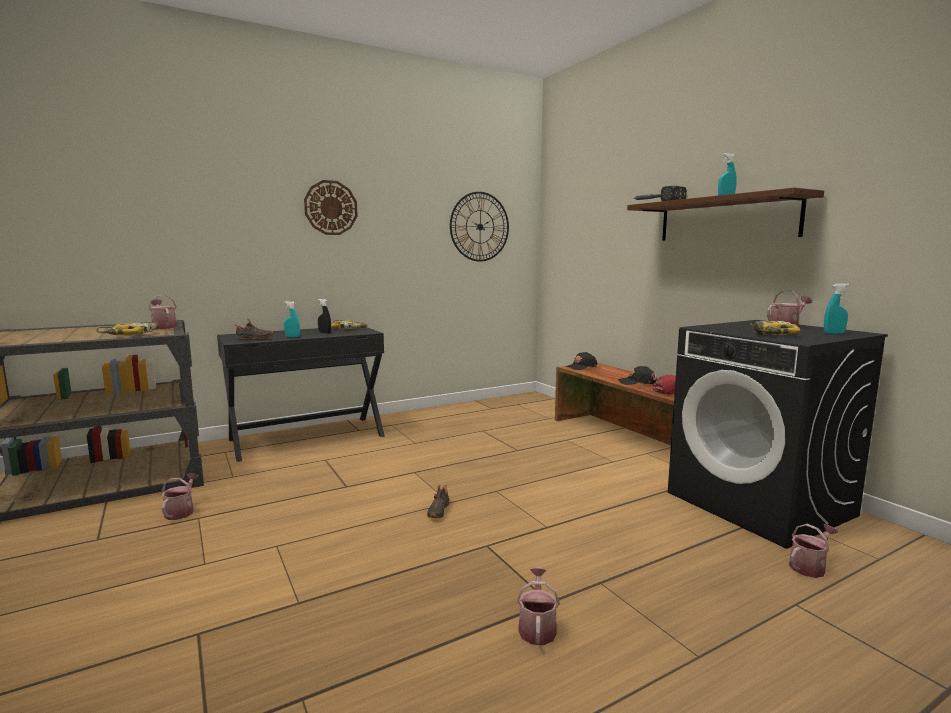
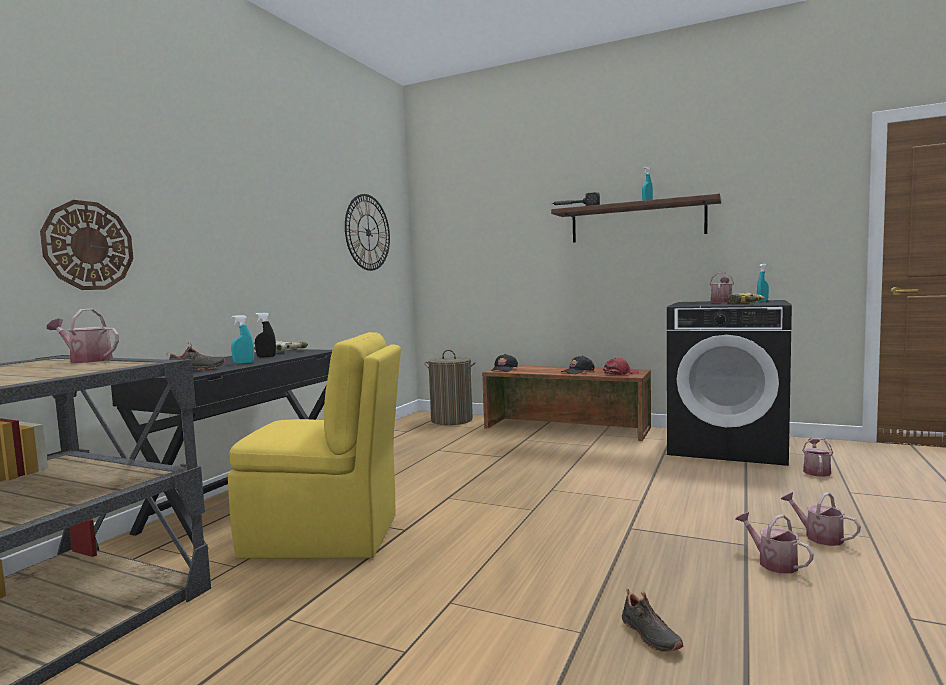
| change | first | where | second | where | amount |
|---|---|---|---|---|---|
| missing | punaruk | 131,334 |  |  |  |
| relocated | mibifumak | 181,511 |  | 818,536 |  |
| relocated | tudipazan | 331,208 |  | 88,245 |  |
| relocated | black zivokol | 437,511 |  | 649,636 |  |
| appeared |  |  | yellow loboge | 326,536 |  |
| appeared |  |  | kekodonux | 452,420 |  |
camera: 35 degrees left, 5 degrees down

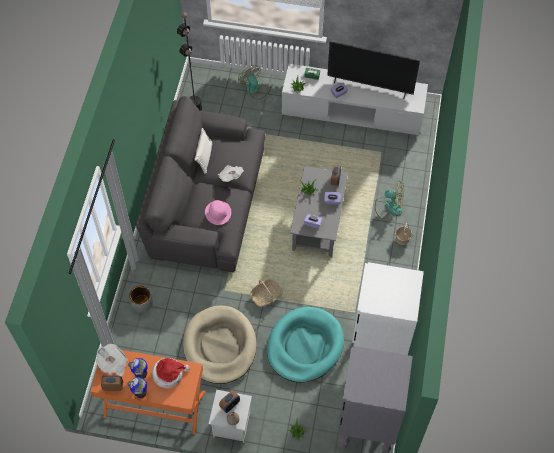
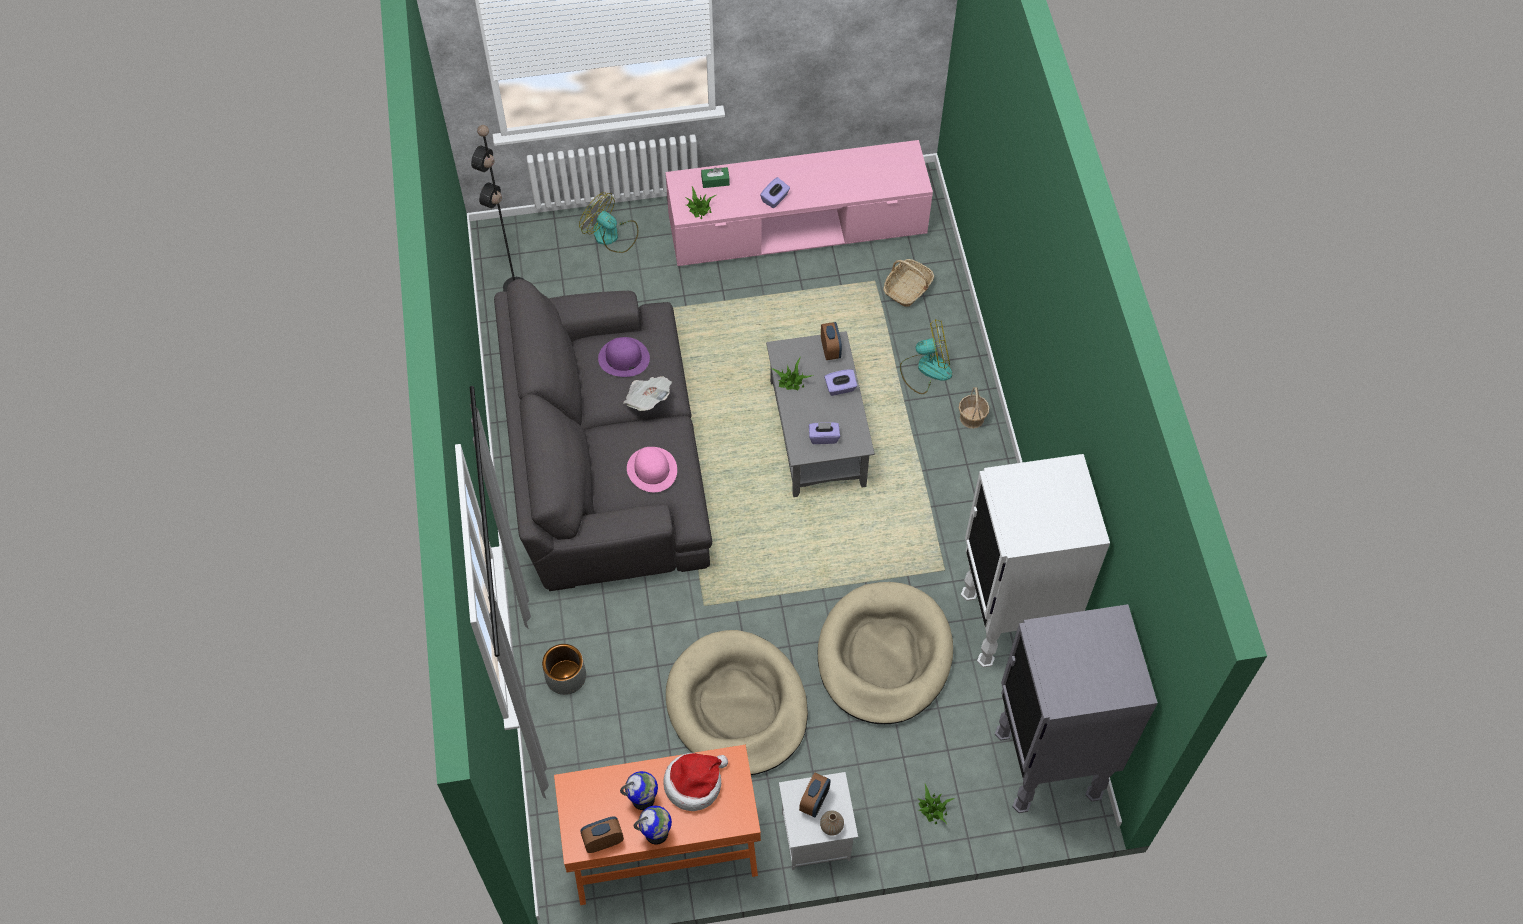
| change | first | where | second | where | amount |
|---|---|---|---|---|---|
| missing | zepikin | 113,364 |  |  |  |
| missing | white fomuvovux | 204,157 |  |  |  |
| relocated | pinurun | 266,296 |  | 907,288 |  |
| colour | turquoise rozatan | 305,346 | beige rozatan | 884,656 |  |
| colour | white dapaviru | 352,112 | pink dapaviru | 797,226 |  |
| missing | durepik | 370,87 |  |  |  |
| appeared |  |  | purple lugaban | 623,358 |  |
camera: 20 degrees left, 0 degrees up

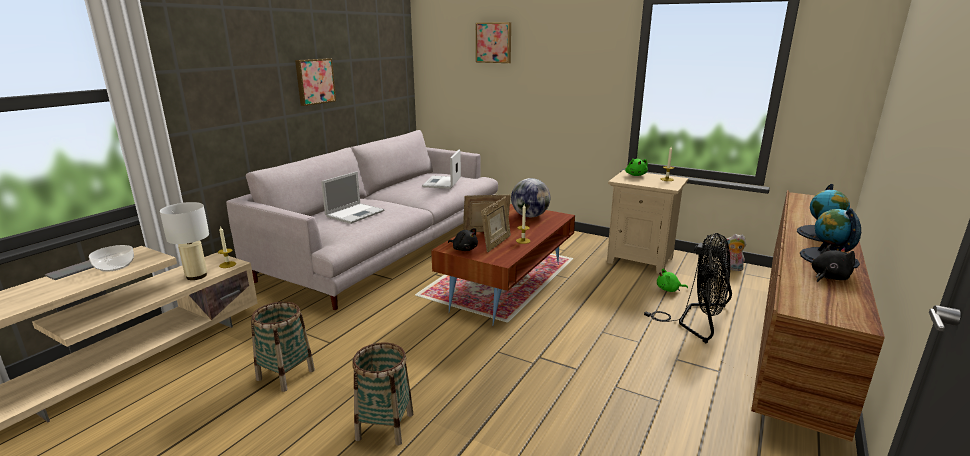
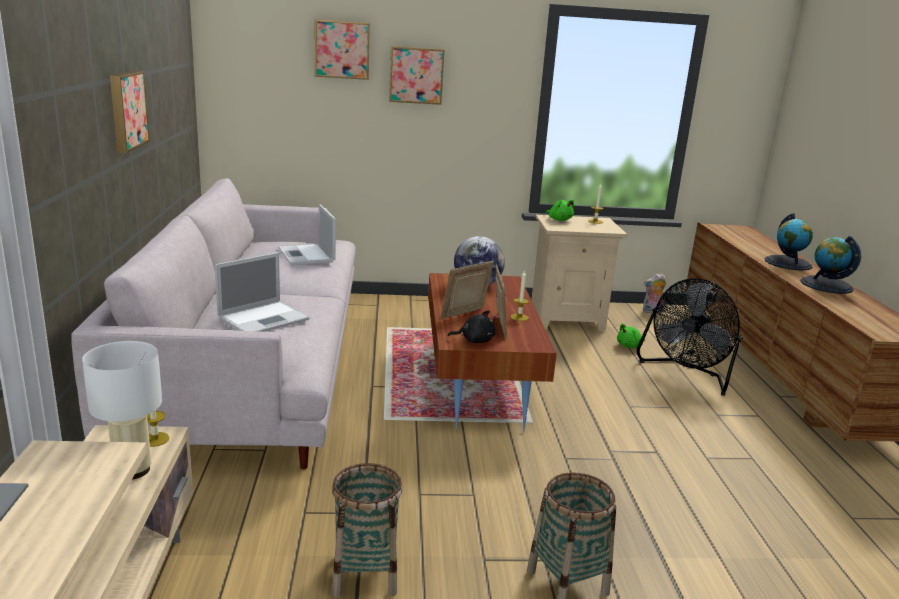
| change | first | where | second | where | amount |
|---|---|---|---|---|---|
| missing | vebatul | 115,266 |  |  |  |
| spun | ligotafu | 355,213 |  | 265,318 | 45 degrees clockwise |
| spun | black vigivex | 696,319 |  | 686,371 | 135 degrees clockwise |
| missing | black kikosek | 828,277 |  |  |  |
| appeared |  |  | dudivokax | 416,75 |  |
camera: 35 degrees left, 0 degrees up

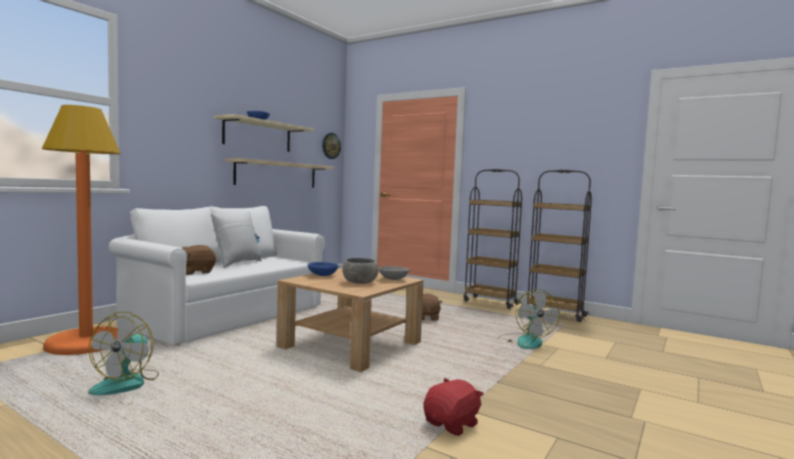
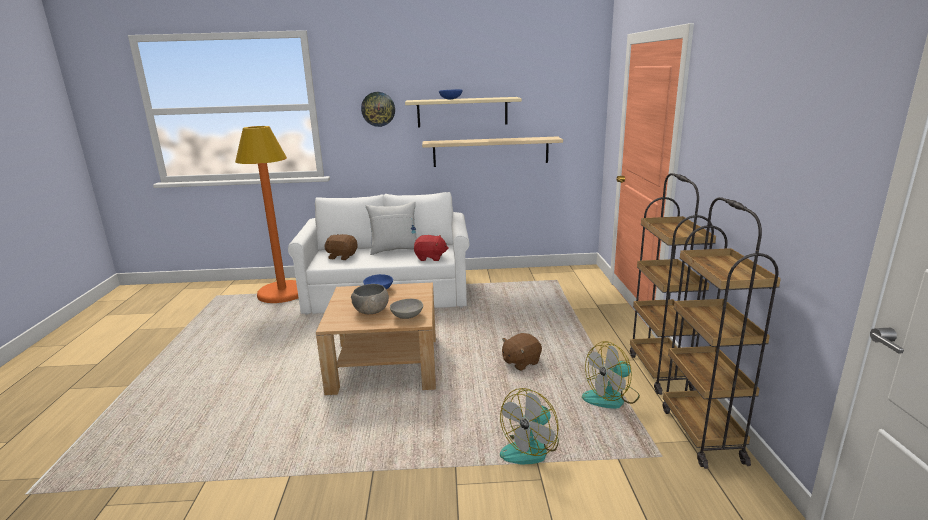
| change | first | where | second | where | amount |
|---|---|---|---|---|---|
| relocated | vigivex | 127,383 |  | 611,397 |  |
| relocated | tudipazan | 331,146 |  | 378,109 |  |
| relocated | red kikosek | 452,424 |  | 430,258 |  |
camera: 55 degrees right, 15 degrees up

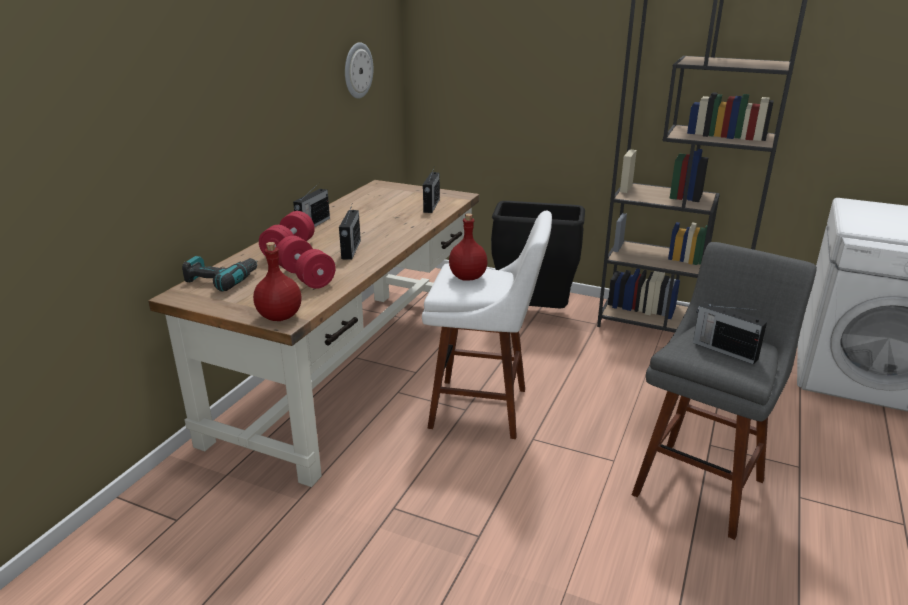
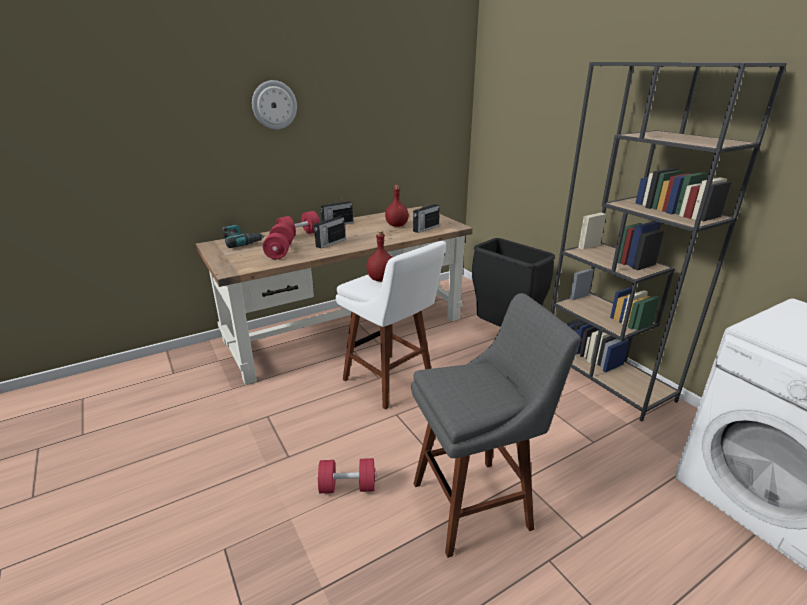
| change | first | where | second | where | amount |
|---|---|---|---|---|---|
| relocated | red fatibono | 279,316 |  | 396,225 |  |
| relocated | tudipazan | 357,70 |  | 274,105 |  |
| missing | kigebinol | 723,350 |  |  |  |
| appeared |  |  | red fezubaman | 347,486 |  |
camera: 35 degrees right, 0 degrees up

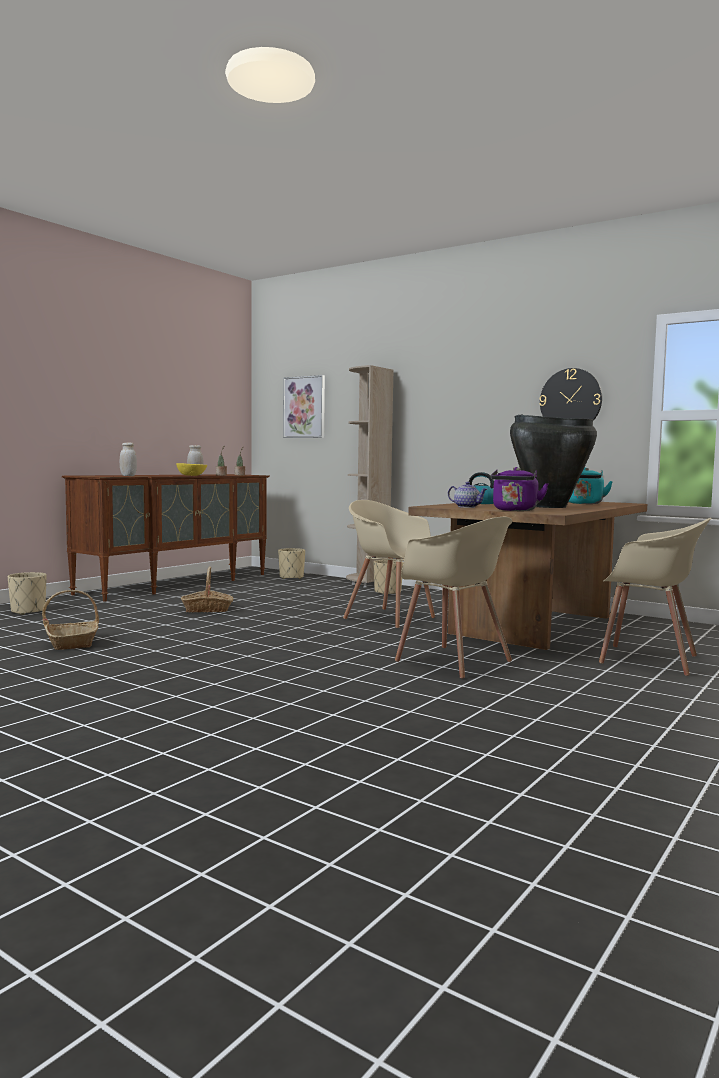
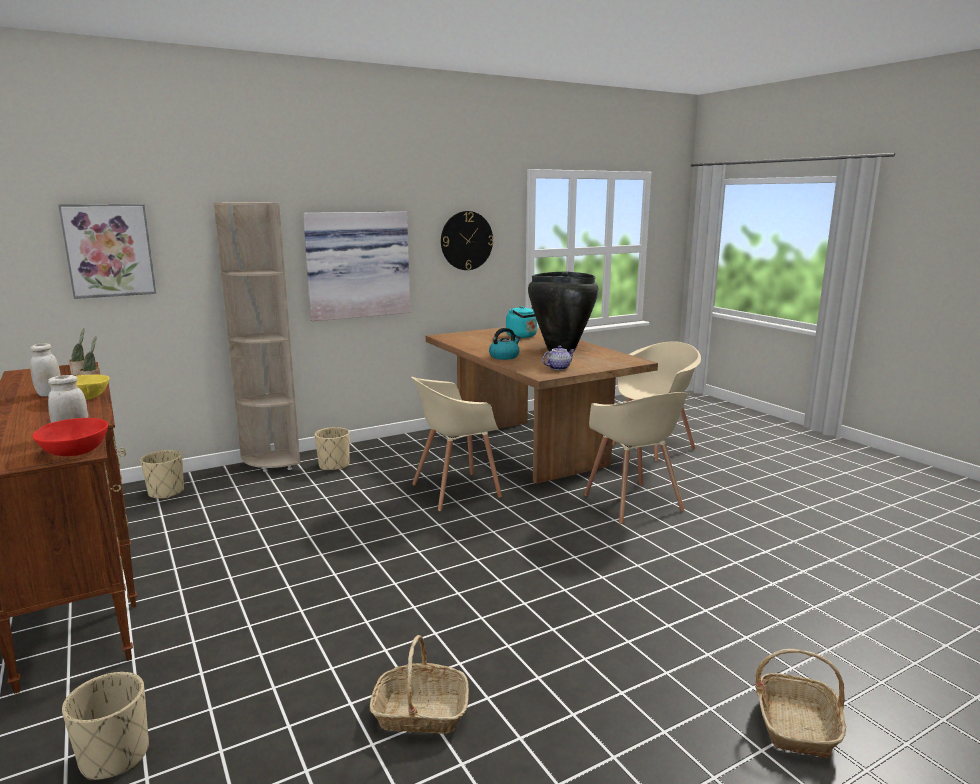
| change | first | where | second | where | amount |
|---|---|---|---|---|---|
| relocated | pinurun | 207,609 |  | 796,725 |  |
| spun | beige loboge | 454,662 |  | 632,504 | 90 degrees clockwise |
| missing | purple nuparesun | 515,510 |  |  |  |
| appeared |  |  | red vebatul | 75,452 |  |
| appeared |  |  | dudivokax | 357,264 |  |
camera: 65 degrees left, 10 degrees up

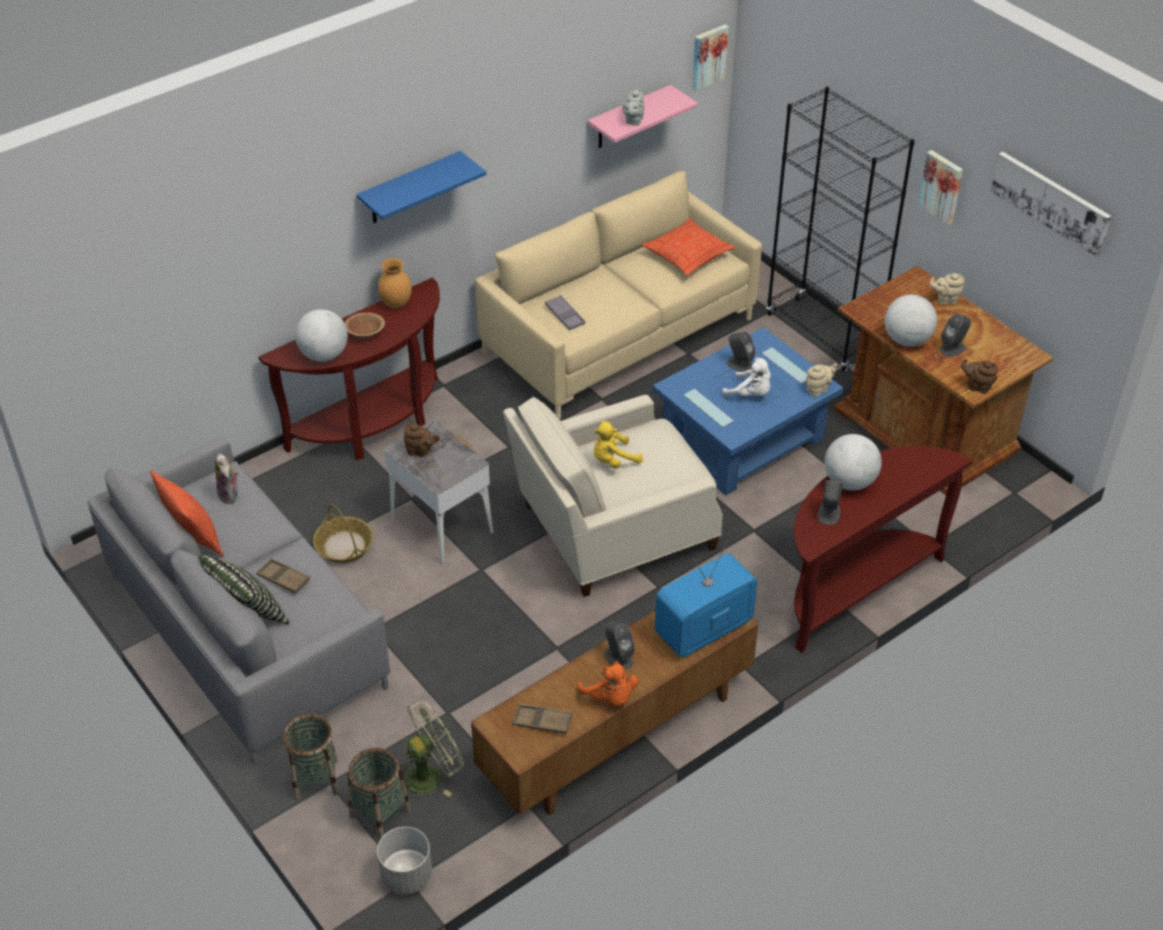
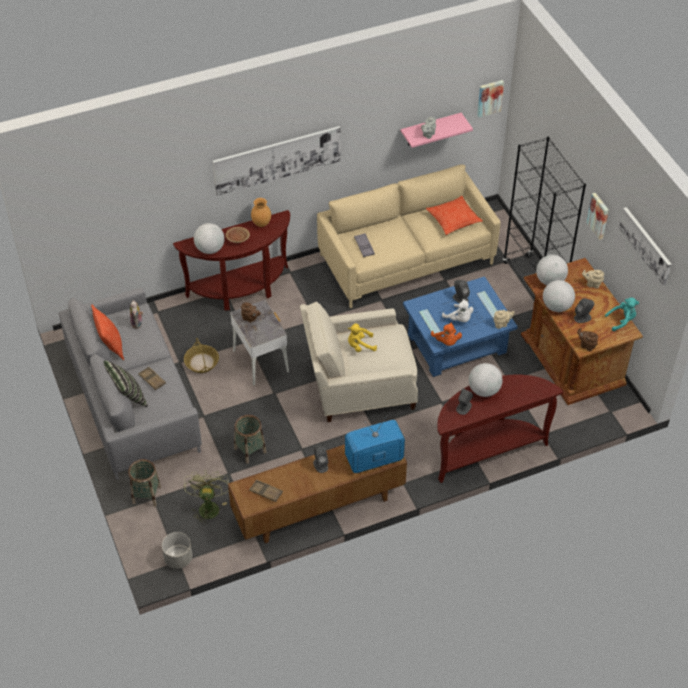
| change | first | where | second | where | amount |
|---|---|---|---|---|---|
| relocated | pinurun | 380,813 |  | 250,450 |  |
| exchanged | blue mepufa | 410,189 | dudivokax | 277,159 |  |
| spun | green vigivex | 430,774 |  | 208,506 | 75 degrees counterclockwise |
| relocated | orange kikosek | 610,697 |  | 446,341 |  |
| appeared |  |  | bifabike | 550,281 |  |
| appeared |  |  | turquoise kikosek | 622,321 |  |
camera: 15 degrees right, 5 degrees up

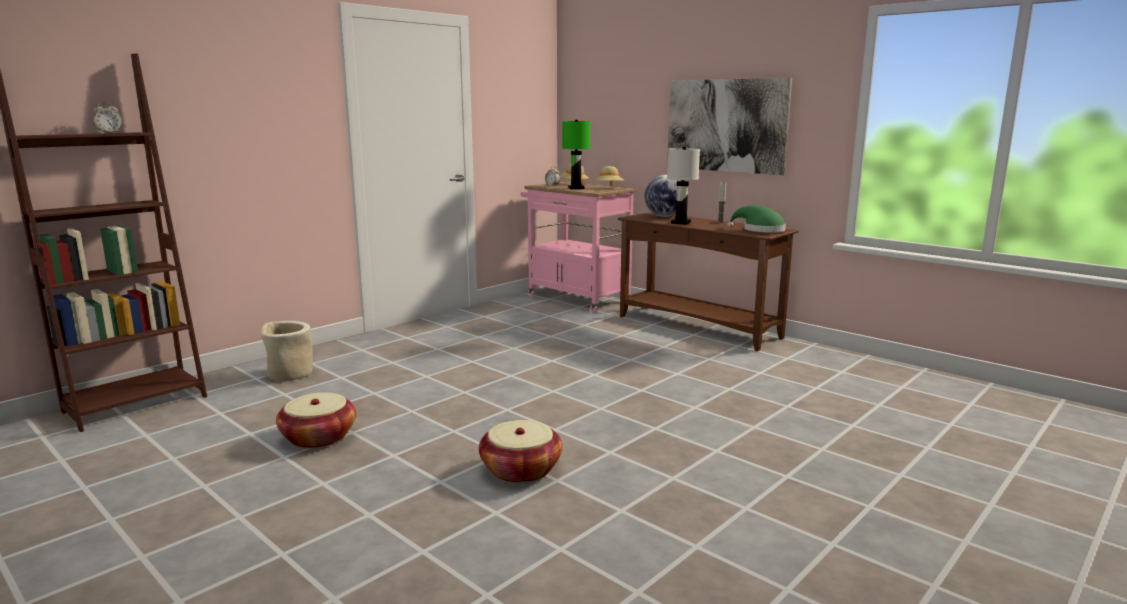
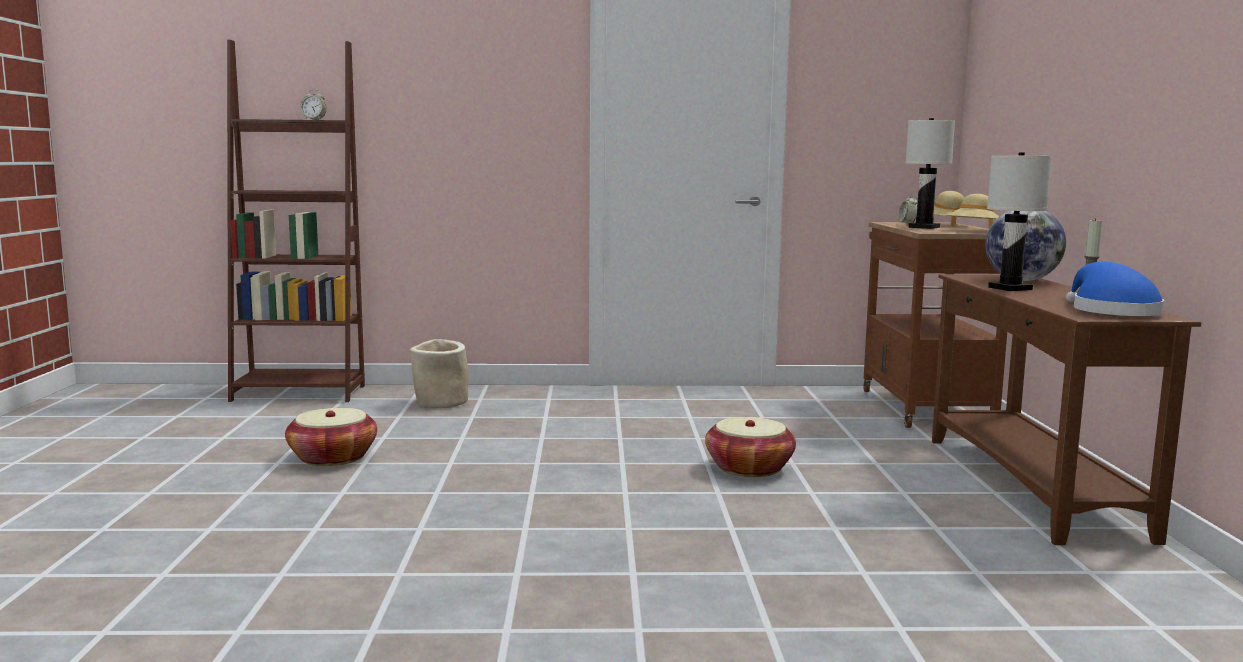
| change | first | where | second | where | amount |
|---|---|---|---|---|---|
| relocated | pinurun | 521,470 |  | 749,468 |  |
| colour | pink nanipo | 575,298 | brown nanipo | 923,407 |  |
| colour | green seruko | 576,188 | white seruko | 924,227 |  |
| missing | dudivokax | 725,125 |  |  |  |
| colour | green lugaban | 760,230 | blue lugaban | 1111,312 |  |
camera: 45 degrees right, 5 degrees down

